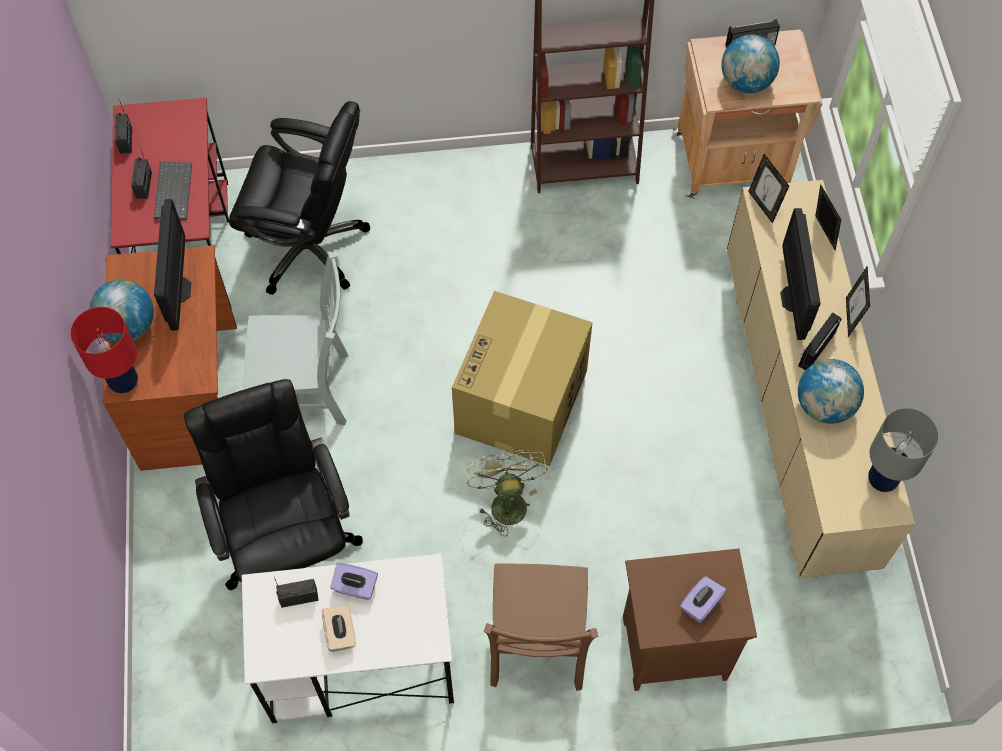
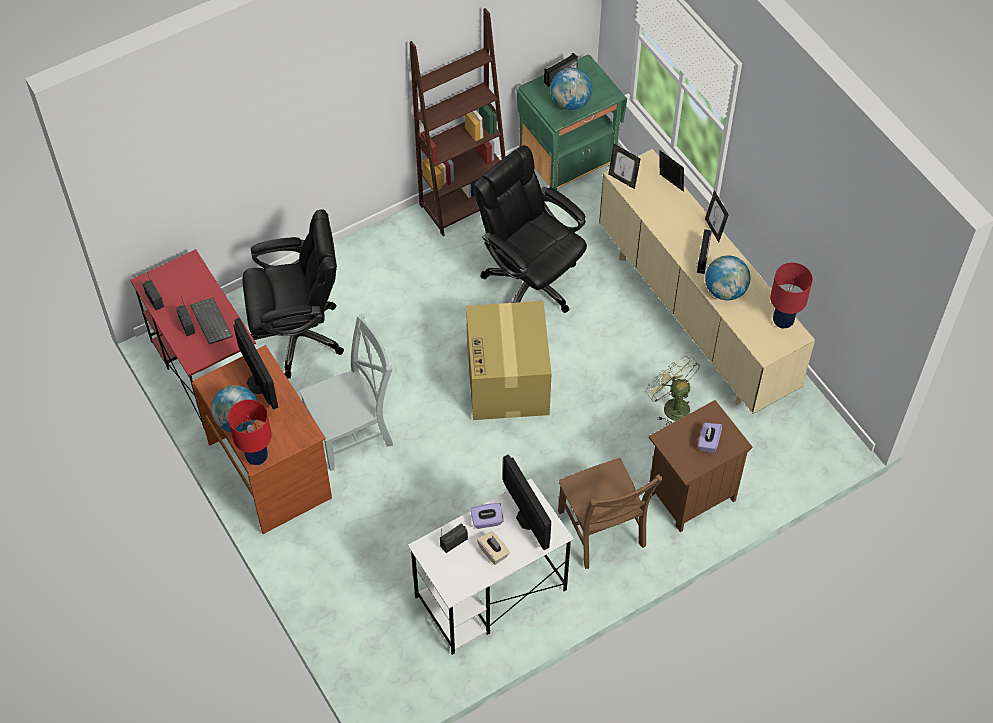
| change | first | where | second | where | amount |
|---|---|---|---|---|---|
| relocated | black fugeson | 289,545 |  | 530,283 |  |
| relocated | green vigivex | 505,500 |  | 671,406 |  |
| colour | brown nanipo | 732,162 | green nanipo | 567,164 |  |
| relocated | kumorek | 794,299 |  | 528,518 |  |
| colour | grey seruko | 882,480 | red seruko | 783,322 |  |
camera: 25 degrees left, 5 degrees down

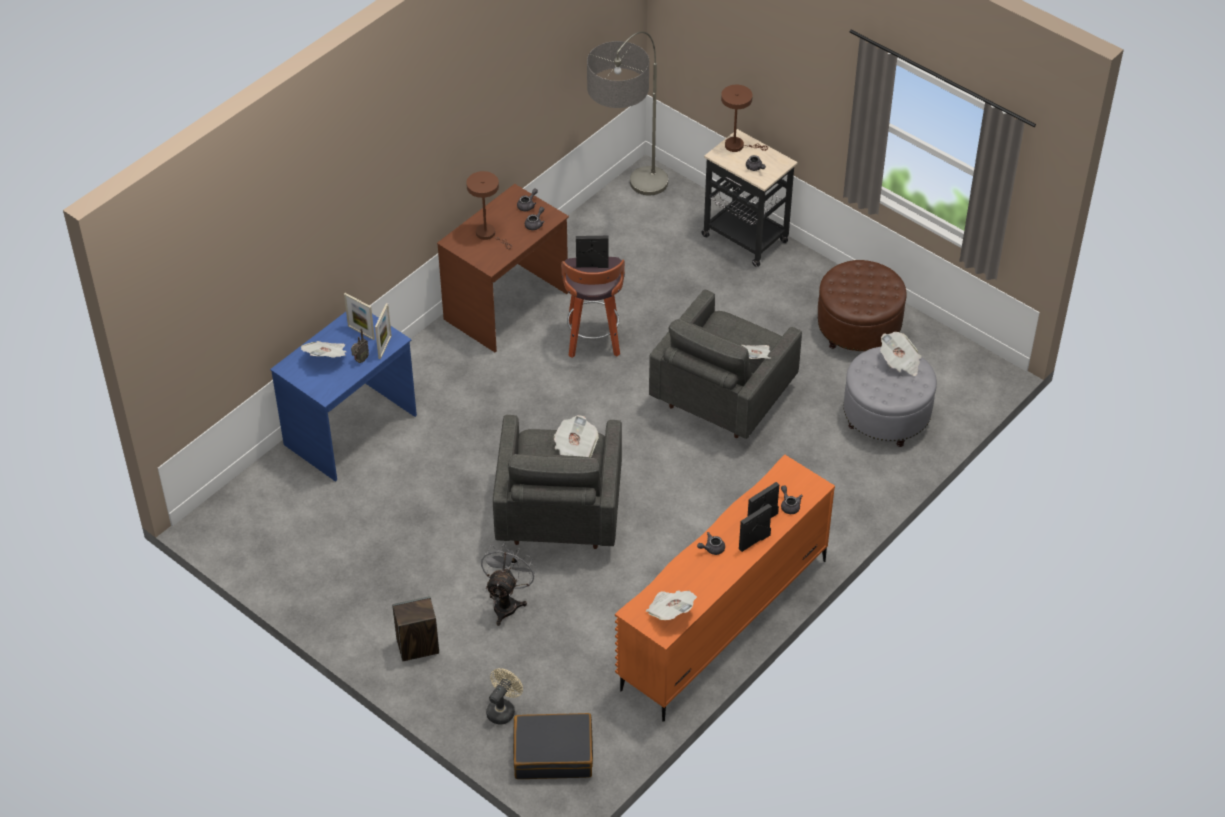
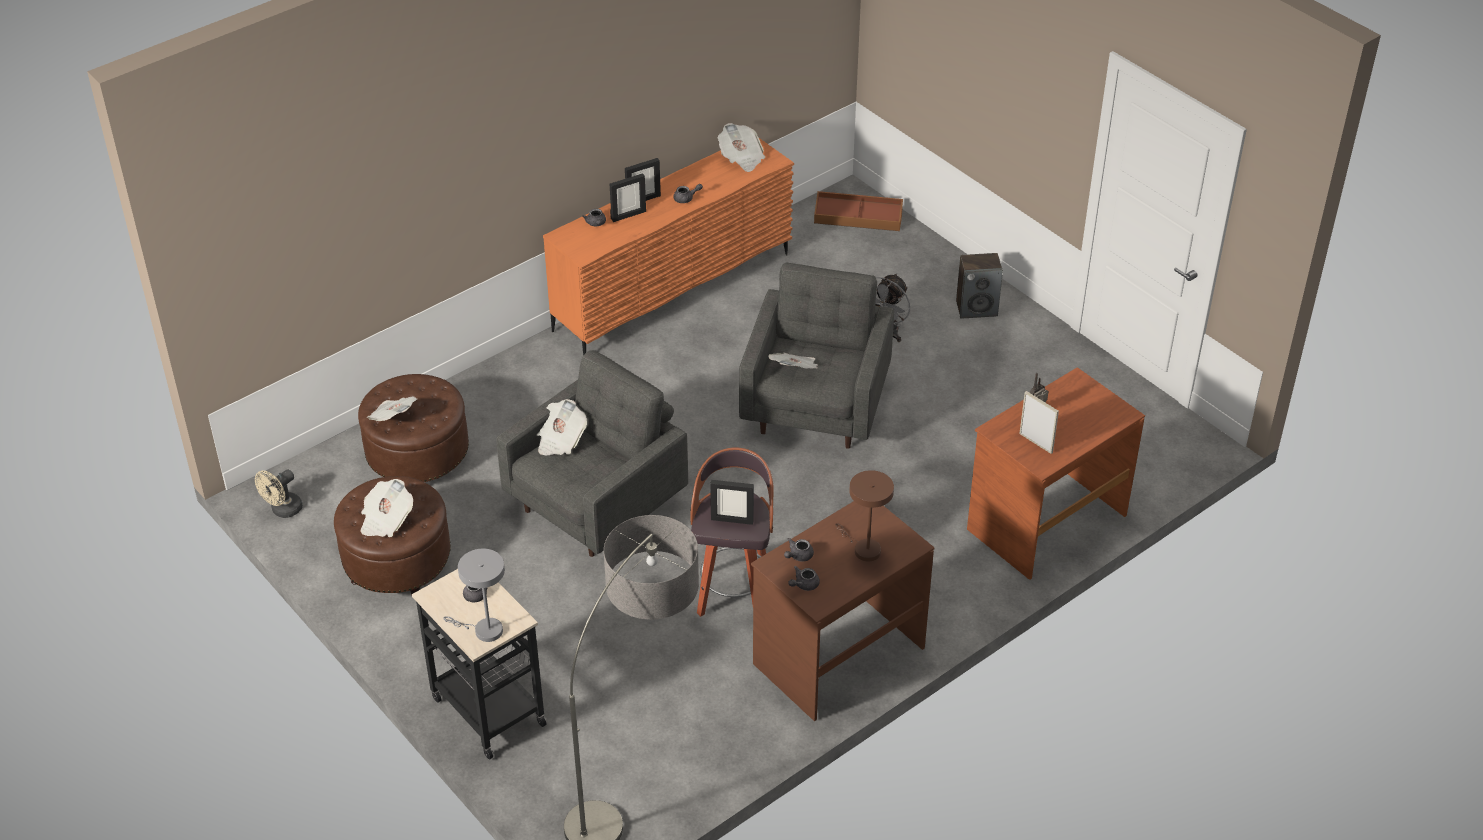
| change | first | where | second | where | amount |
|---|---|---|---|---|---|
| colour | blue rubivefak | 351,431 | brown rubivefak | 1045,521 |  |
| relocated | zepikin | 327,357 |  | 386,520 |  |
| missing | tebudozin | 385,347 |  |  |  |
| relocated | beige vigivex | 503,709 |  | 283,510 |  |
| exchanged | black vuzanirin | 553,753 | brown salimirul | 858,219 |  |
| colour | brown seruko | 738,146 | grey seruko | 484,630 |  |
| colour | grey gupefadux | 886,417 | brown gupefadux | 418,458 |  |
camera: 170 degrees left, 5 degrees down

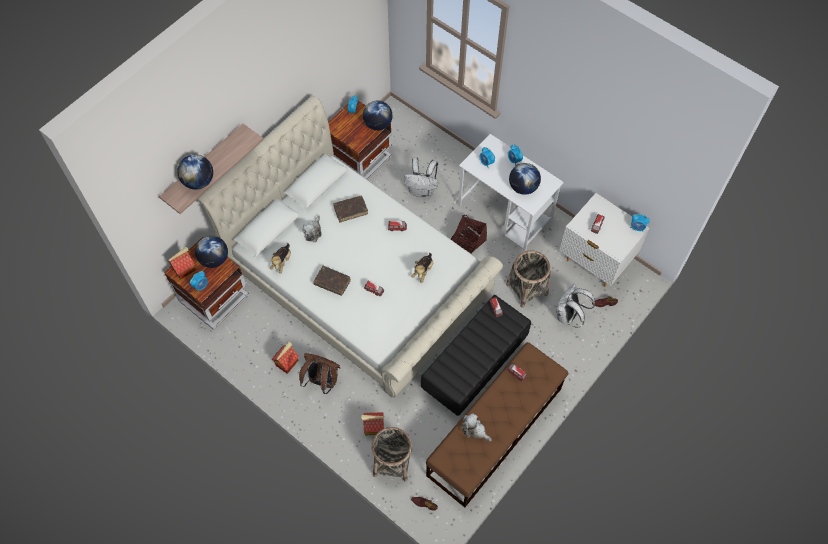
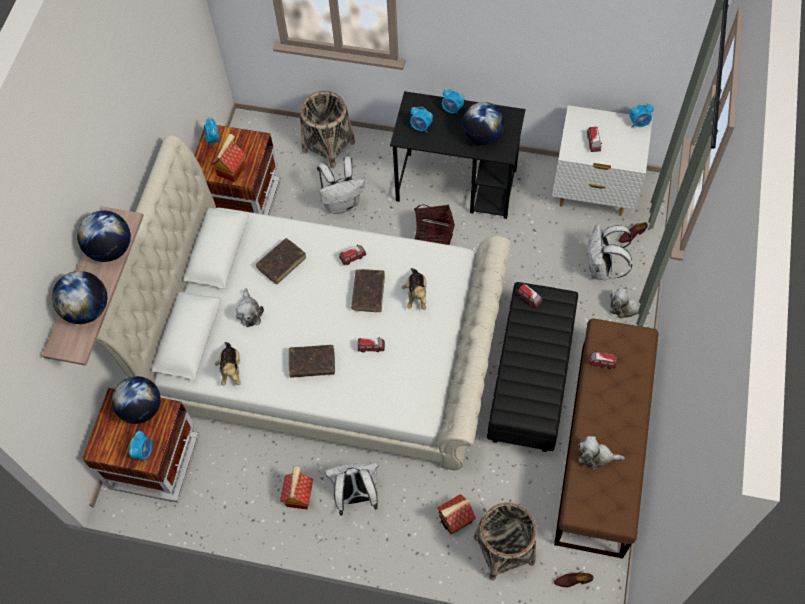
| change | first | where | second | where | amount |
|---|---|---|---|---|---|
| relocated | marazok | 184,268 |  | 231,169 |  |
| colour | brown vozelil | 321,381 | white vozelil | 357,496 |  |
| relocated | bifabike | 378,124 |  | 111,249 |  |
| colour | white rubivefak | 505,214 | black rubivefak | 457,185 |  |
| relocated | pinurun | 527,289 |  | 328,146 |  |
| appeared |  |  | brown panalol | 368,293 |  |
| appeared |  |  | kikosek | 625,308 |  |
camera: 25 degrees left, 0 degrees up

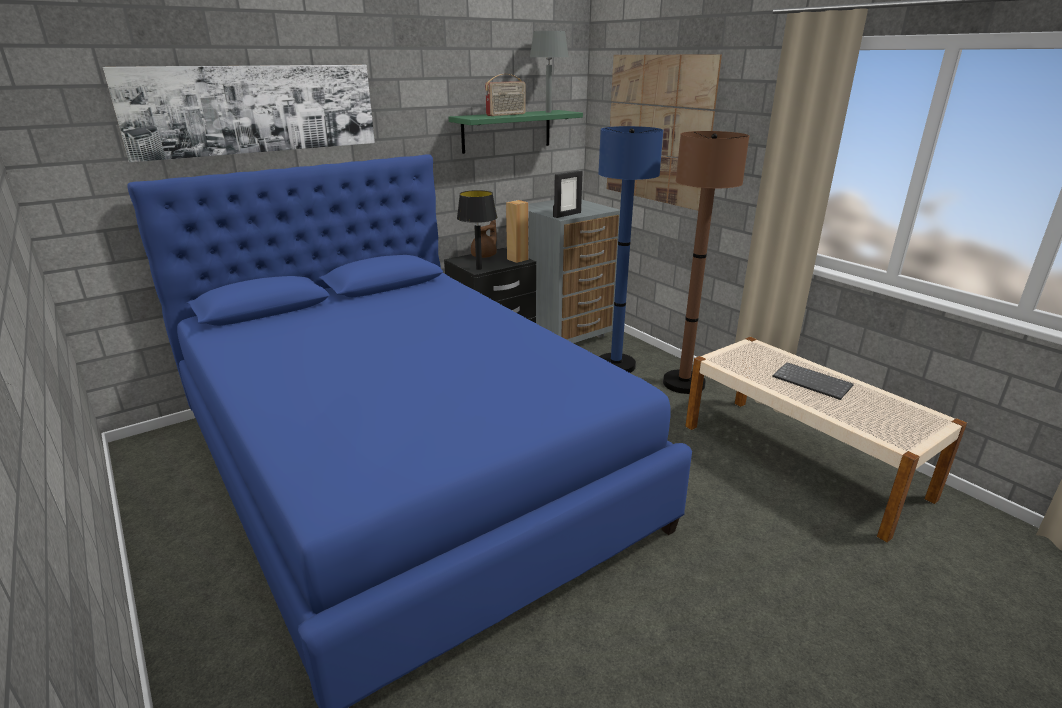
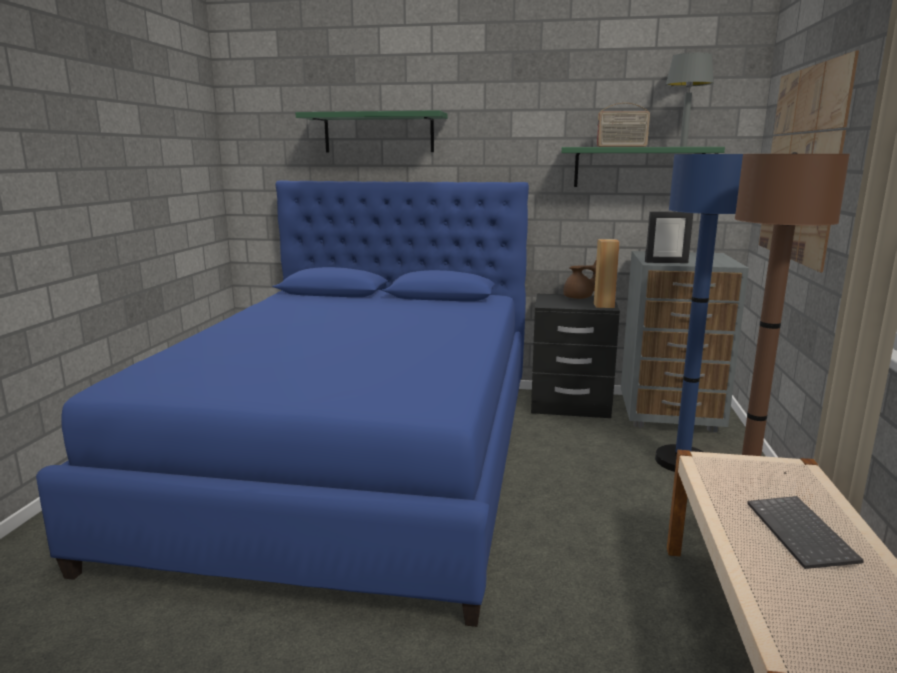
| change | first | where | second | where | amount |
|---|---|---|---|---|---|
| exchanged | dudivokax | 255,109 | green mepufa | 378,133 |  |
| missing | black seruko | 479,269 |  |  |  |
camera: 45 degrees right, 10 degrees down

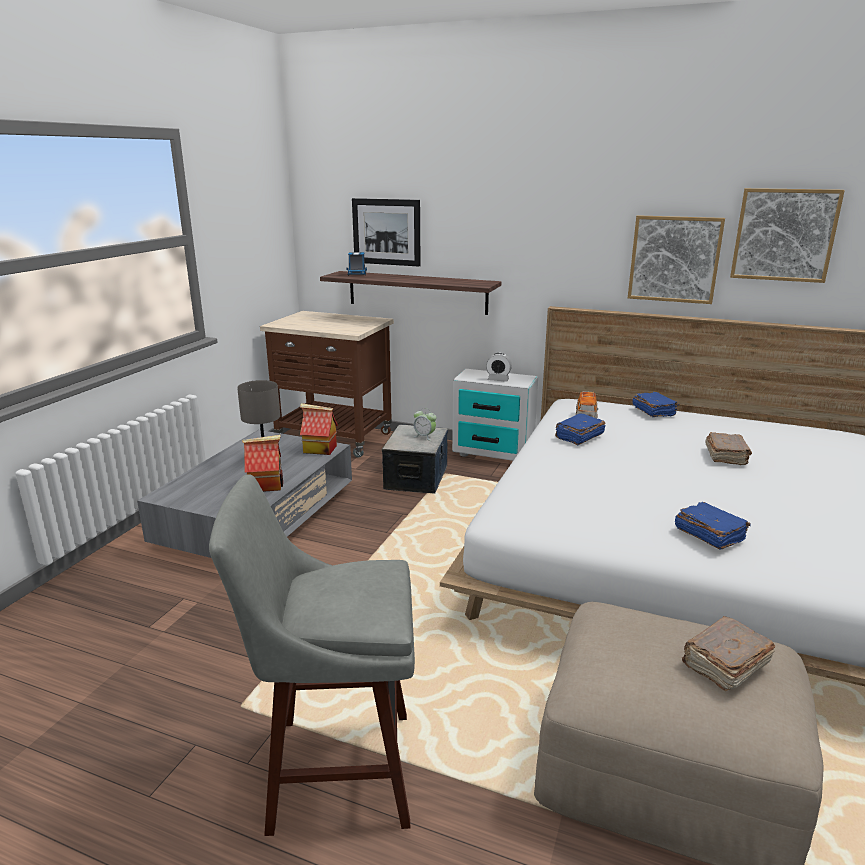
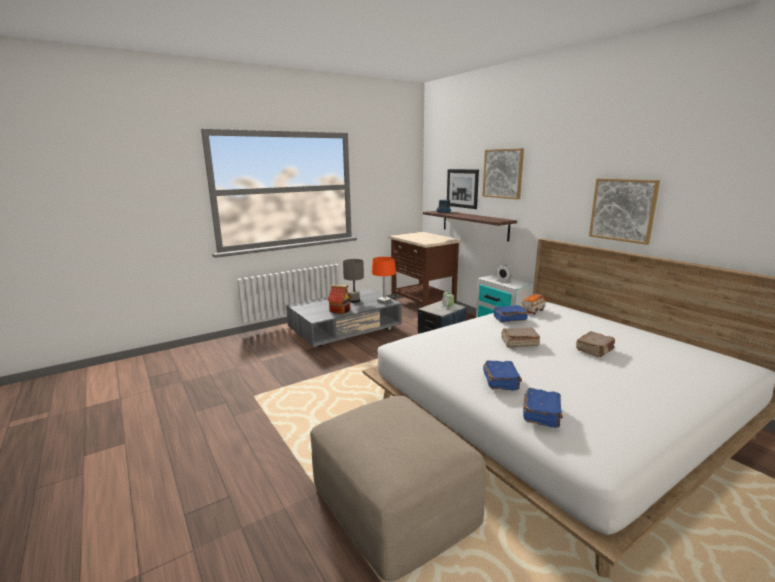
| change | first | where | second | where | amount |
|---|---|---|---|---|---|
| missing | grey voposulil | 334,770 |  |  |  |
| exchanged | marazok | 319,449 | orange seruko | 384,302 |  |
| relocated | blue panalol | 653,412 |  | 542,415 |  |
| relocated | brown panalol | 724,665 |  | 519,343 |  |
| relocated | dudivokax | 784,235 |  | 503,173 |  |
camera: 35 degrees right, 5 degrees down

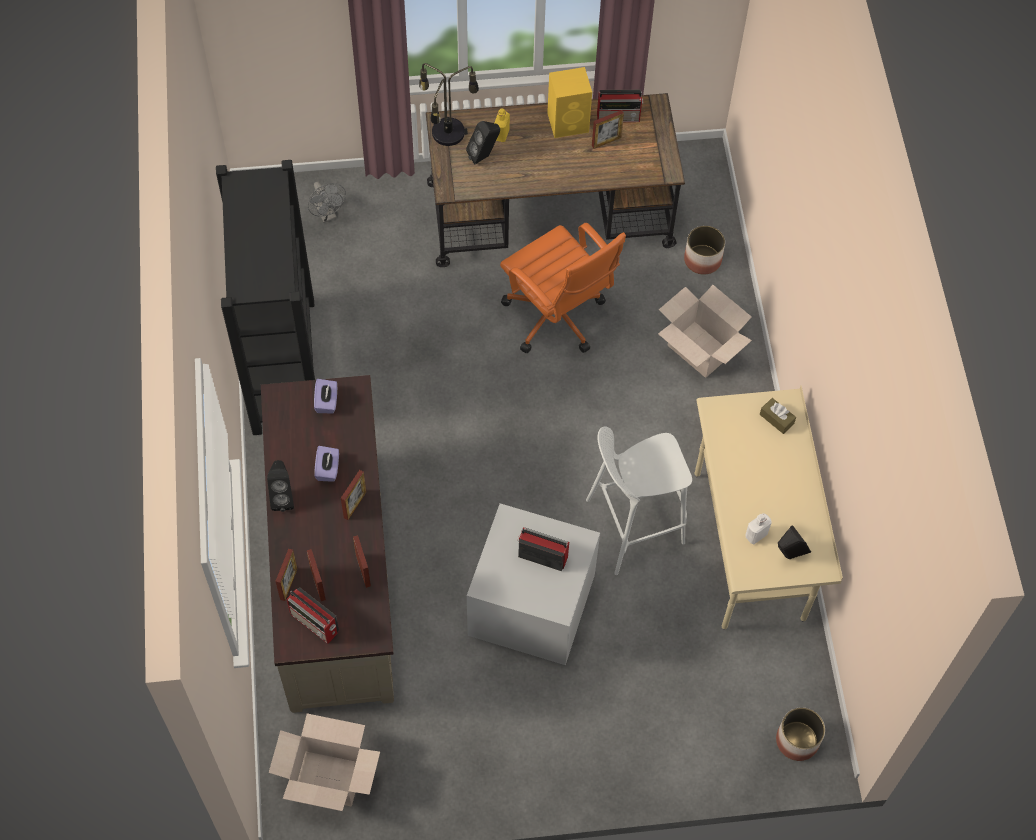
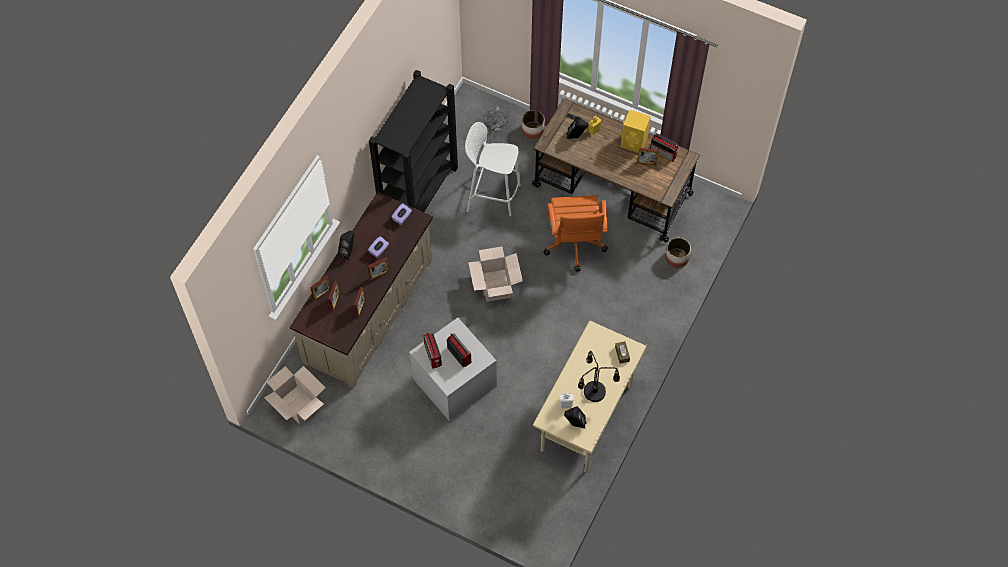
| change | first | where | second | where | amount |
|---|---|---|---|---|---|
| relocated | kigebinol | 315,624 |  | 433,356 |  |
| relocated | seruko | 447,132 |  | 594,391 |  |
| relocated | white voposulil | 634,526 |  | 492,195 |  |
| relocated | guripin | 700,349 |  | 496,285 |  |
| relocated | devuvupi | 797,741 |  | 532,130 |  |
camera: 35 degrees right, 0 degrees up

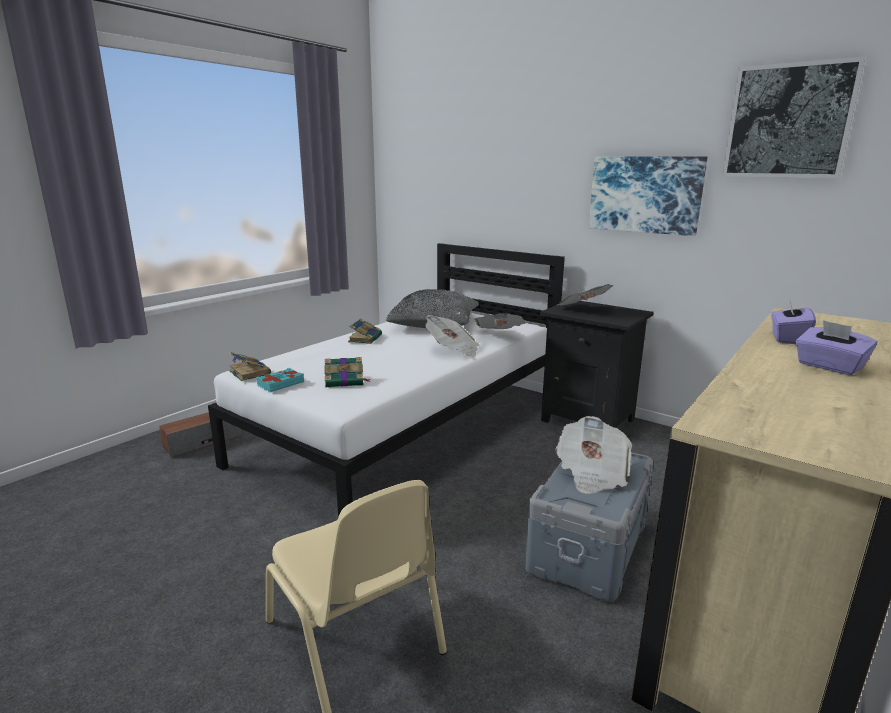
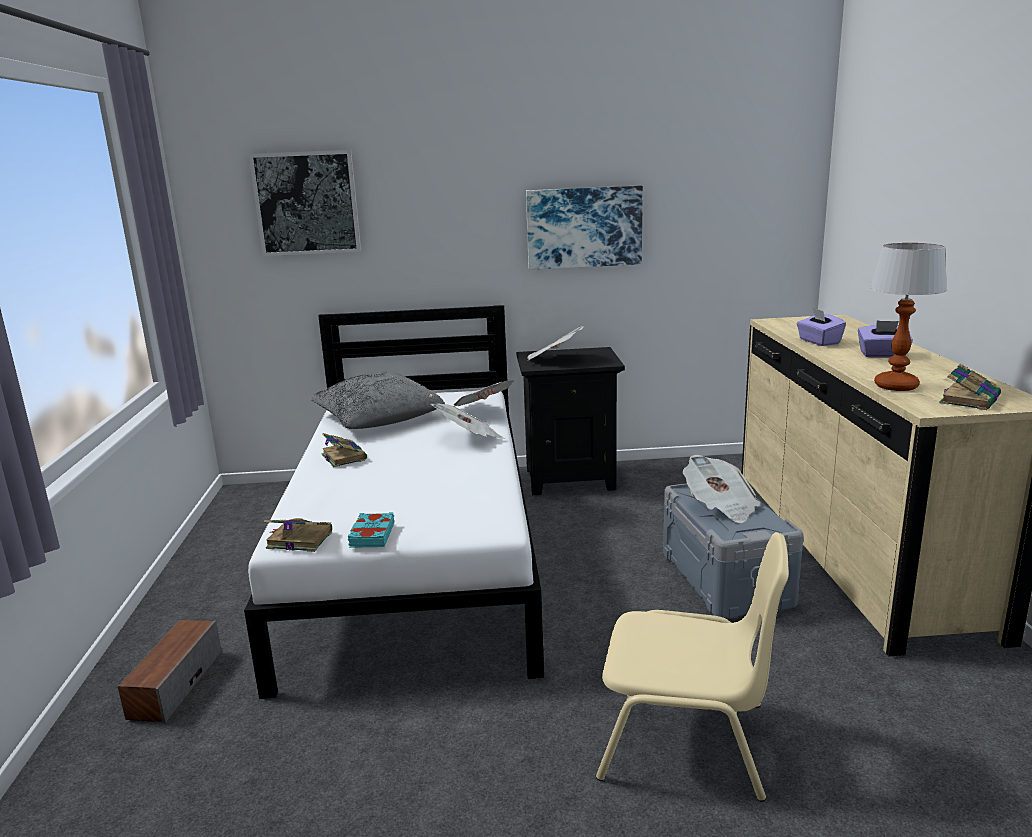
| change | first | where | second | where | amount |
|---|---|---|---|---|---|
| relocated | panalol | 345,381 |  | 970,399 |  |
| relocated | dudivokax | 788,121 |  | 307,203 |  |
| appeared |  |  | seruko | 895,386 |  |
camera: 40 degrees left, 0 degrees up

